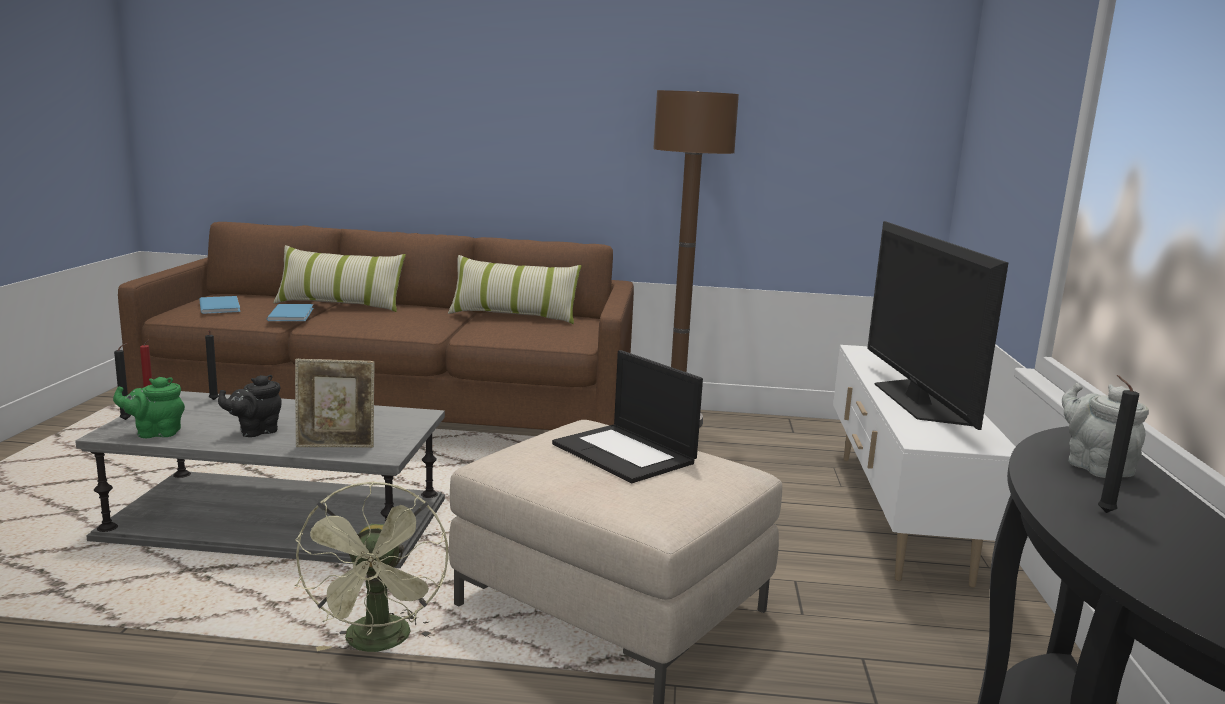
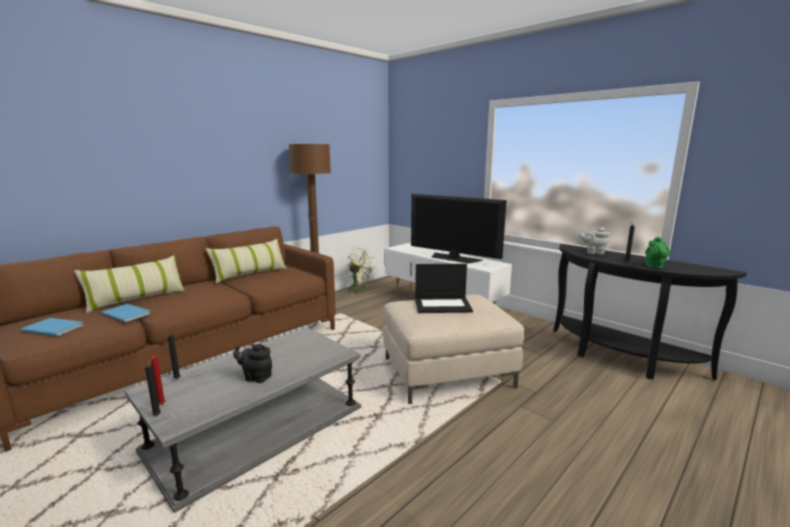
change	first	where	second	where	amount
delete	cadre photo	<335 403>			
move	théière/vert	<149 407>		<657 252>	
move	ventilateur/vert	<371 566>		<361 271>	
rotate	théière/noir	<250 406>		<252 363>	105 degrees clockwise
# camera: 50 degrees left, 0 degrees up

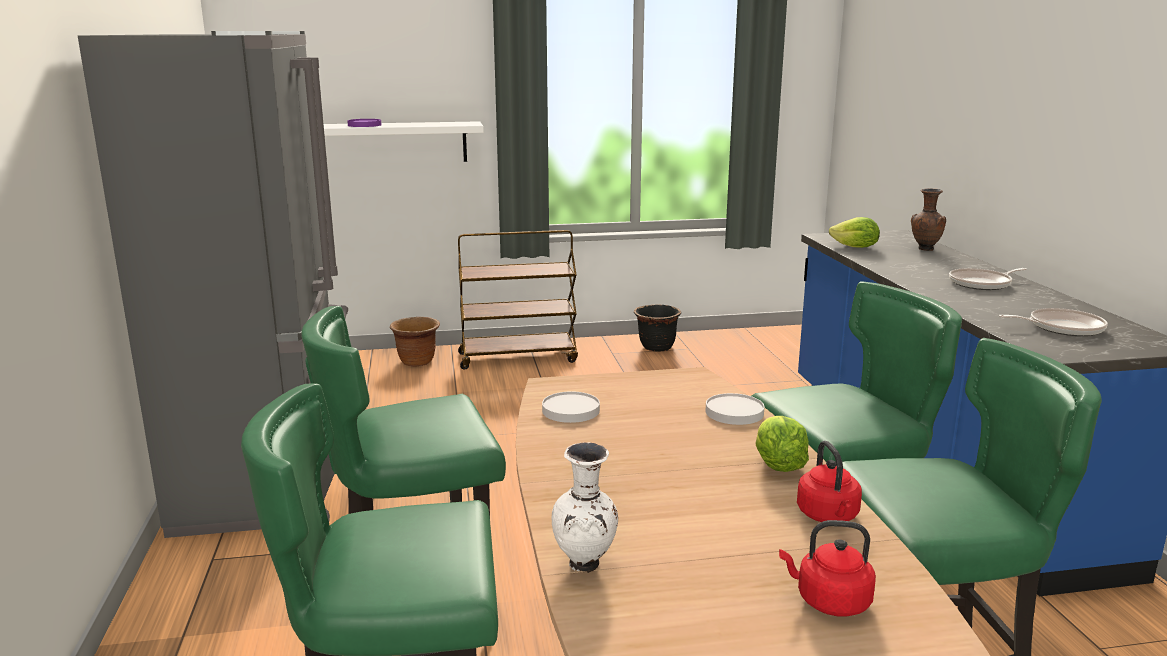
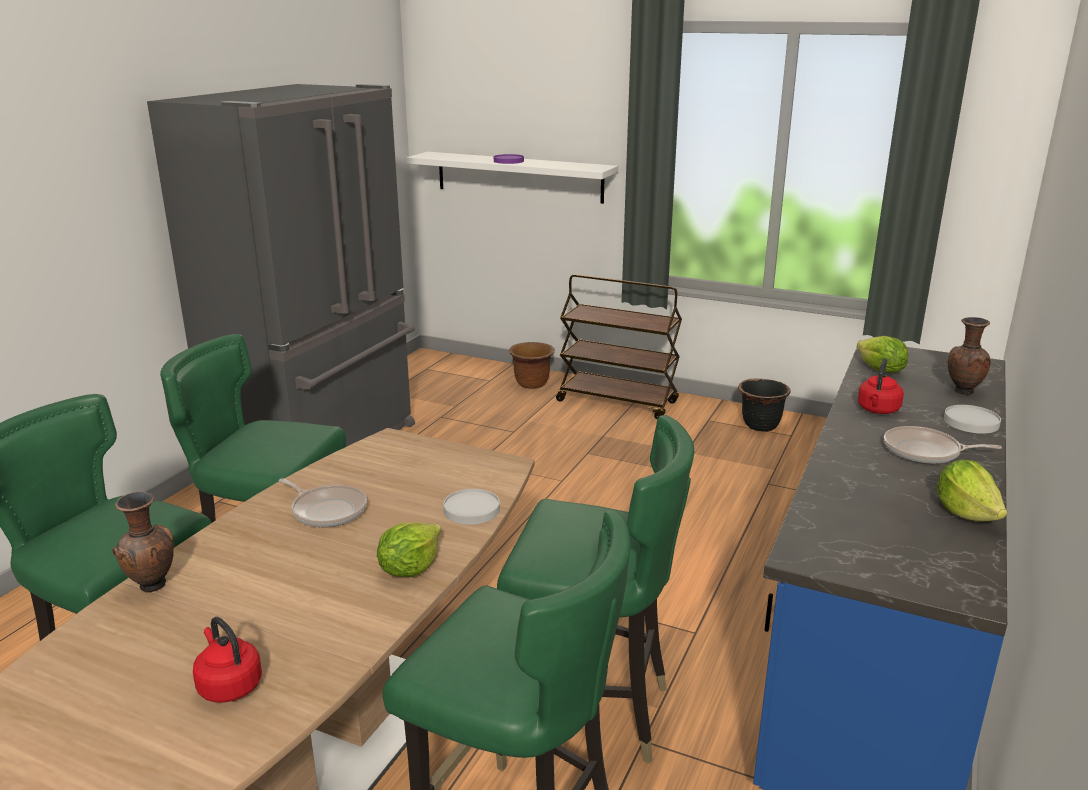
change	first	where	second	where	amount
insert			laitue	<972 490>	
move	assiette/blanc	<571 407>		<972 419>	
move	bouilloire/rouge	<829 481>		<881 386>	
move	poêle	<1053 322>		<323 502>	
recolor	vase/blanc	<584 507>	vase/marron	<143 542>	
# camera: 35 degrees right, 5 degrees up

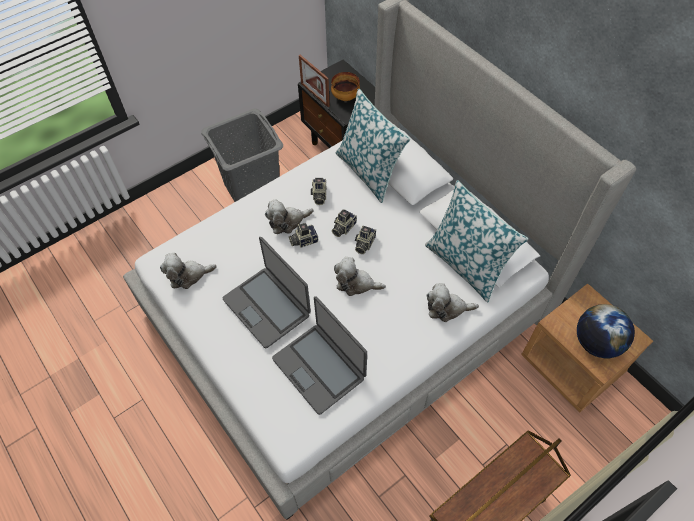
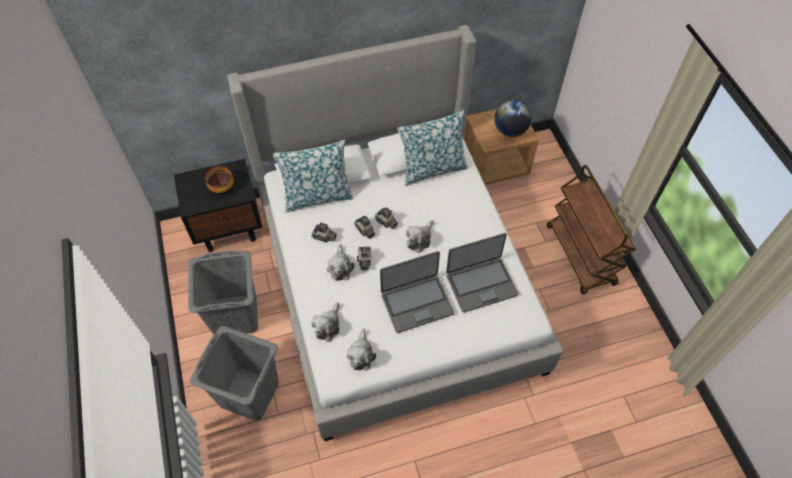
change	first	where	second	where	amount
delete	cadre photo	<314 81>			
insert			panier à linge/gris	<234 373>	
move	peluche	<452 302>		<325 322>	
# camera: 70 degrees left, 0 degrees up

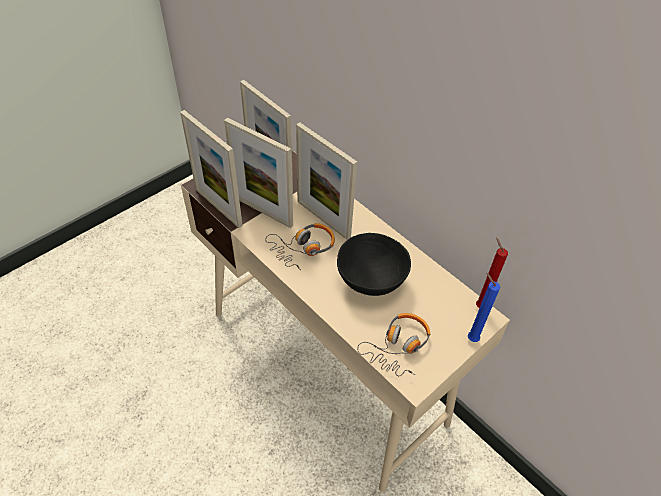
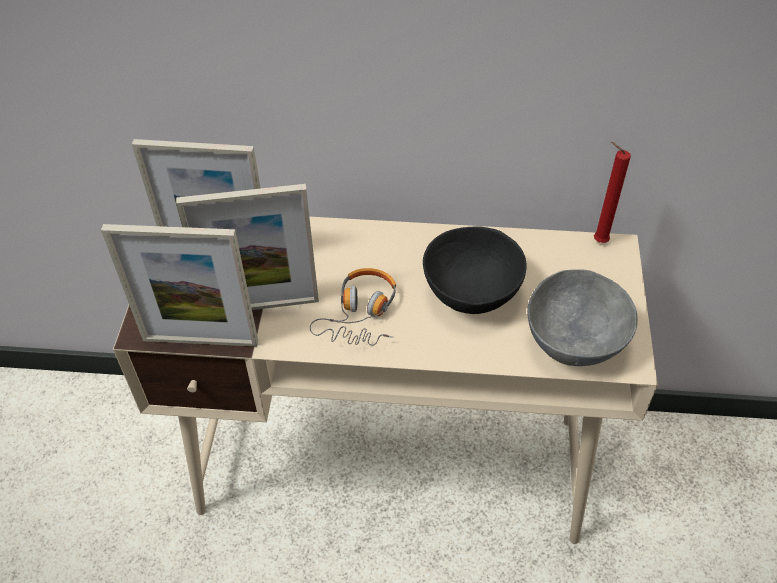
change	first	where	second	where	amount
delete	cadre photo	<326 181>			
delete	bougie/bleu	<484 307>			
replace	casque audio	<393 344>	bol/gris	<582 317>	
# camera: 40 degrees left, 0 degrees up

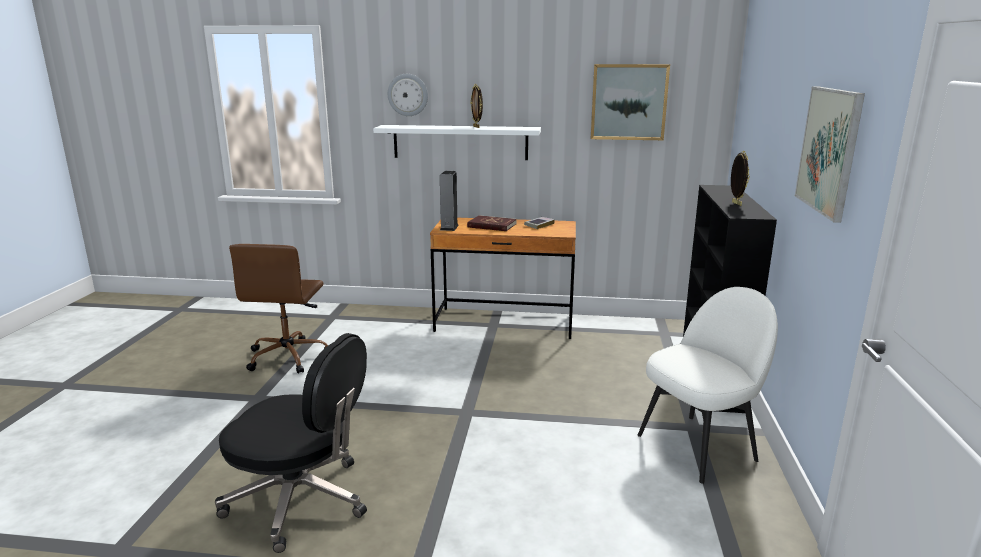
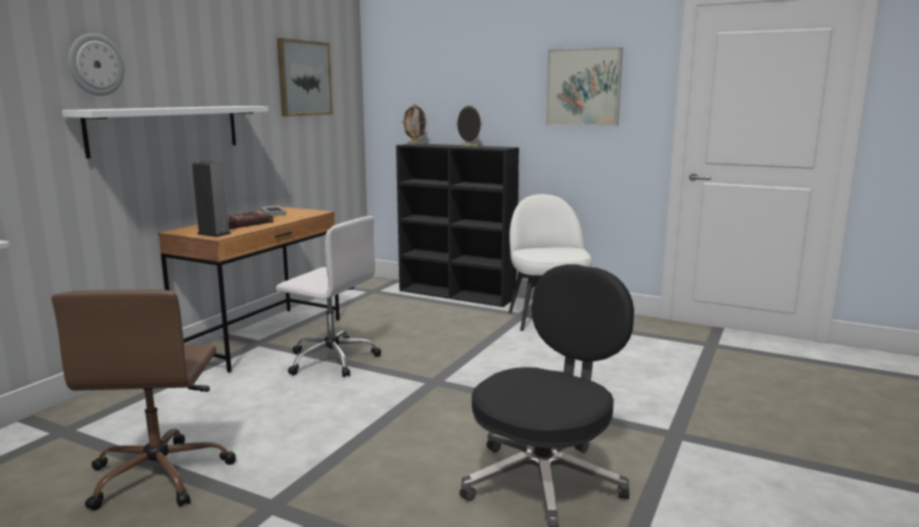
change	first	where	second	where	amount
insert			chaise de bureau/blanc	<328 296>	
move	cadre photo	<476 106>		<415 124>	
rotate	chaise de bureau/marron	<278 309>		<144 400>	60 degrees clockwise
# camera: 70 degrees left, 5 degrees down

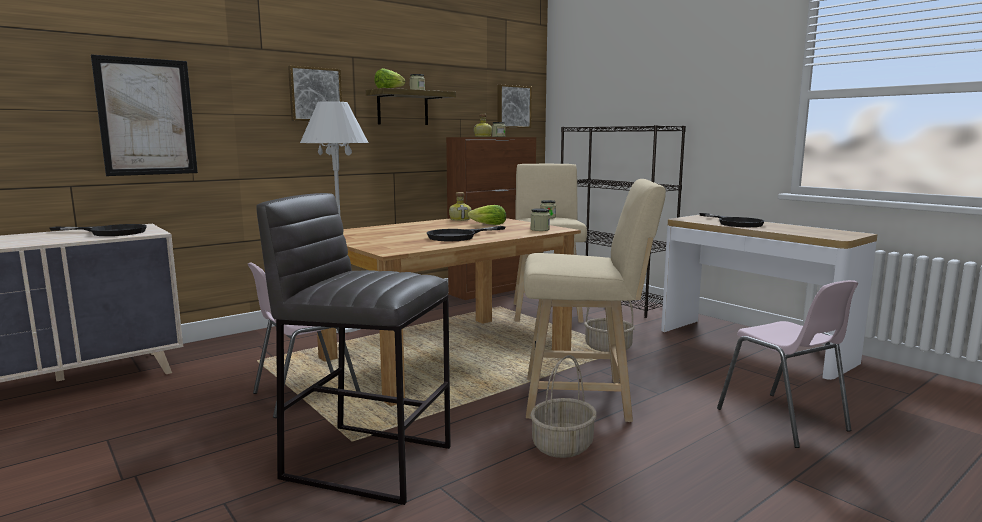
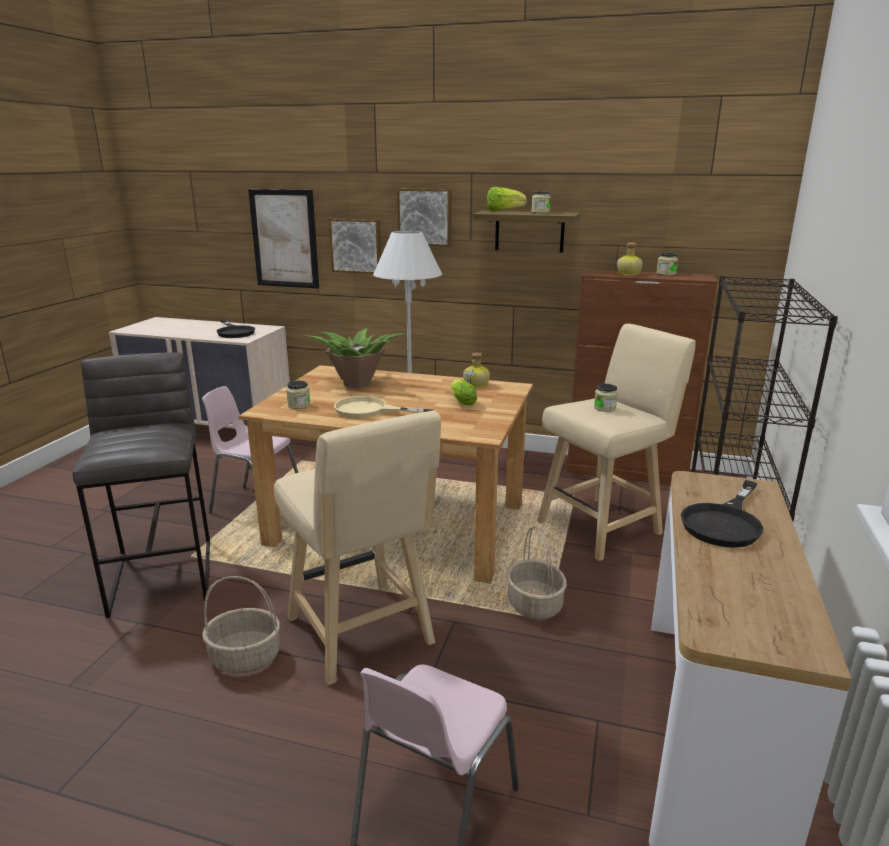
change	first	where	second	where	amount
insert			plante en pot	<354 358>	
move	tableau	<514 106>		<355 246>	
move	bocal	<540 219>		<298 395>	
recolor	poêle/noir	<466 233>	poêle/beige	<385 407>	
# camera: 55 degrees right, 10 degrees up

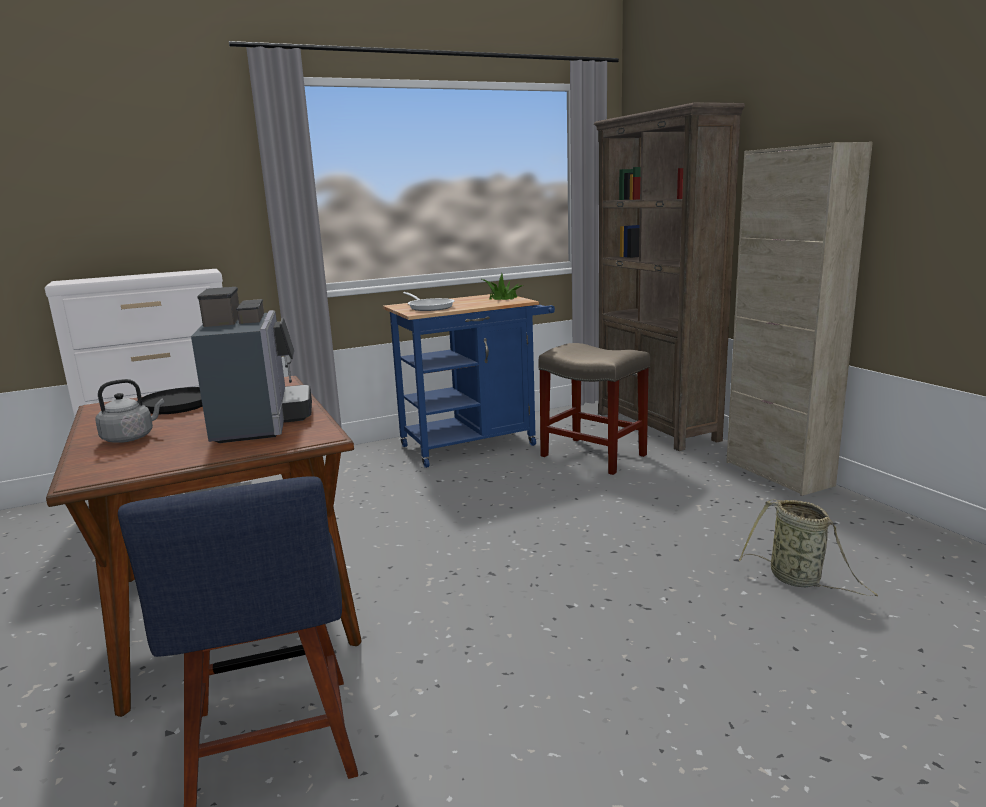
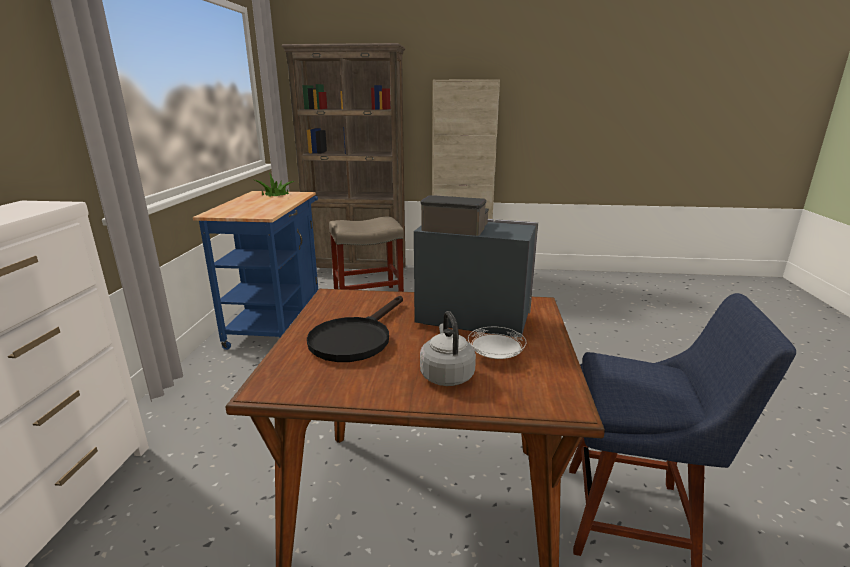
change	first	where	second	where	amount
delete	poêle	<428 301>			
delete	panier	<808 547>			
insert			assiette/blanc	<497 343>	
# camera: 60 degrees left, 5 degrees up

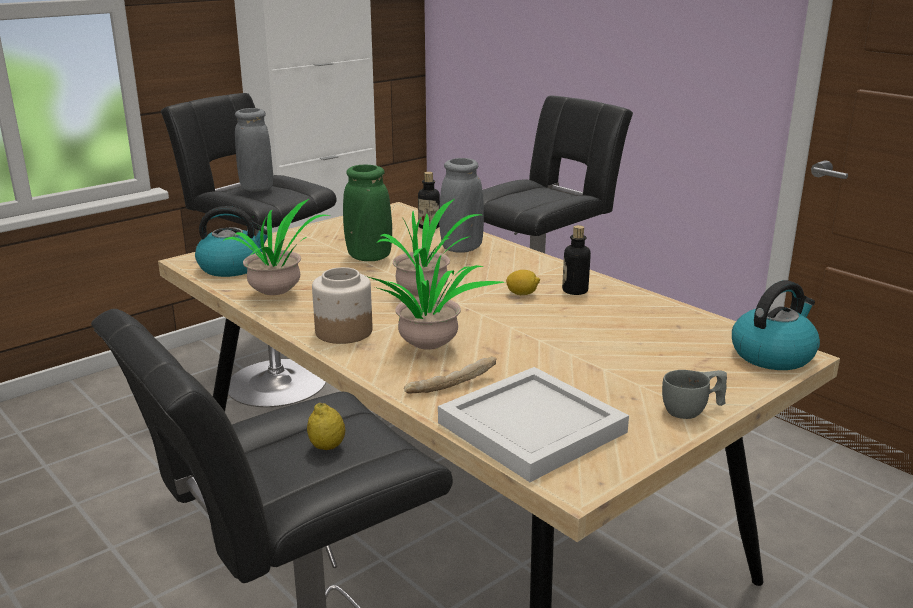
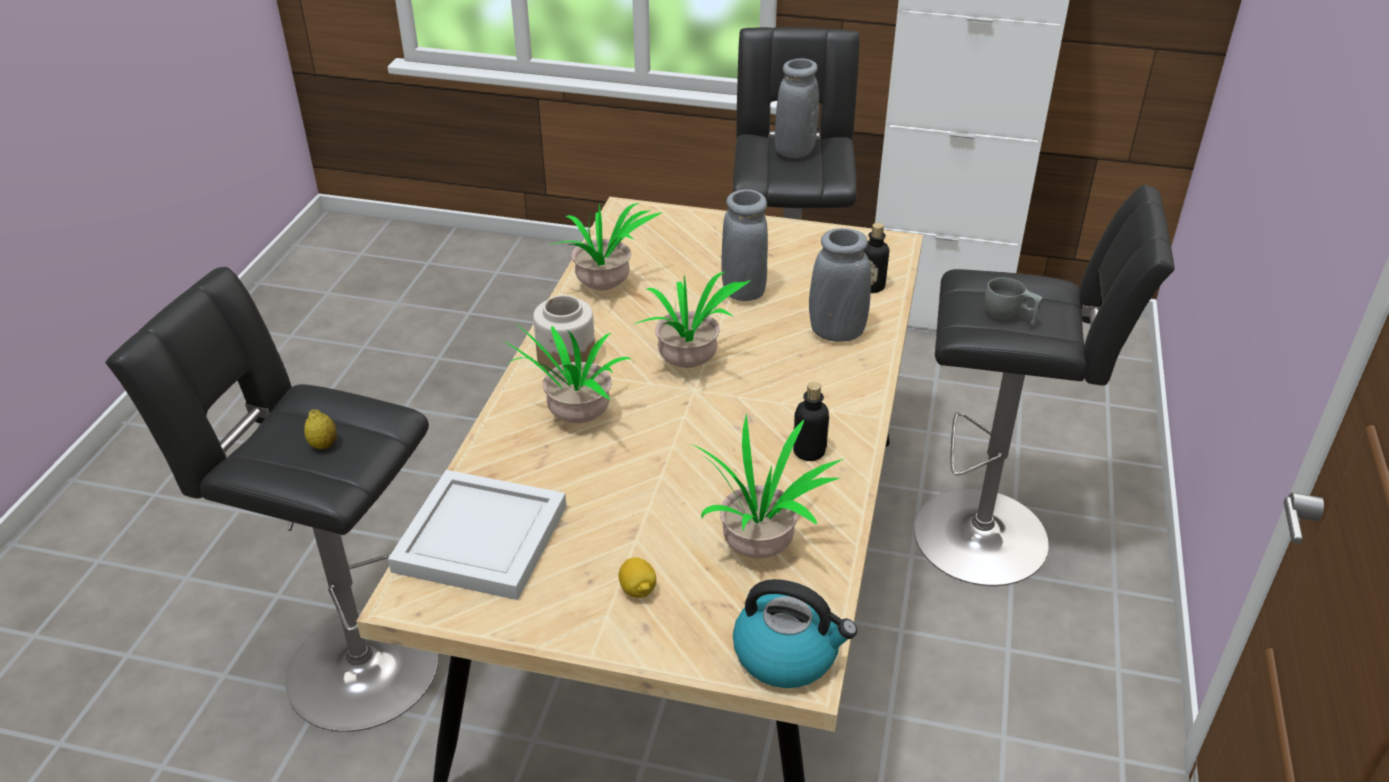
change	first	where	second	where	amount
delete	bouilloire	<231 241>			
delete	pain	<450 375>			
insert			plante en pot	<767 486>	
move	citron	<523 282>		<637 577>	
move	tasse/gris	<694 394>		<1013 301>	
recolor	vase/vert	<367 213>	vase/gris	<744 245>	
# camera: 55 degrees right, 15 degrees up

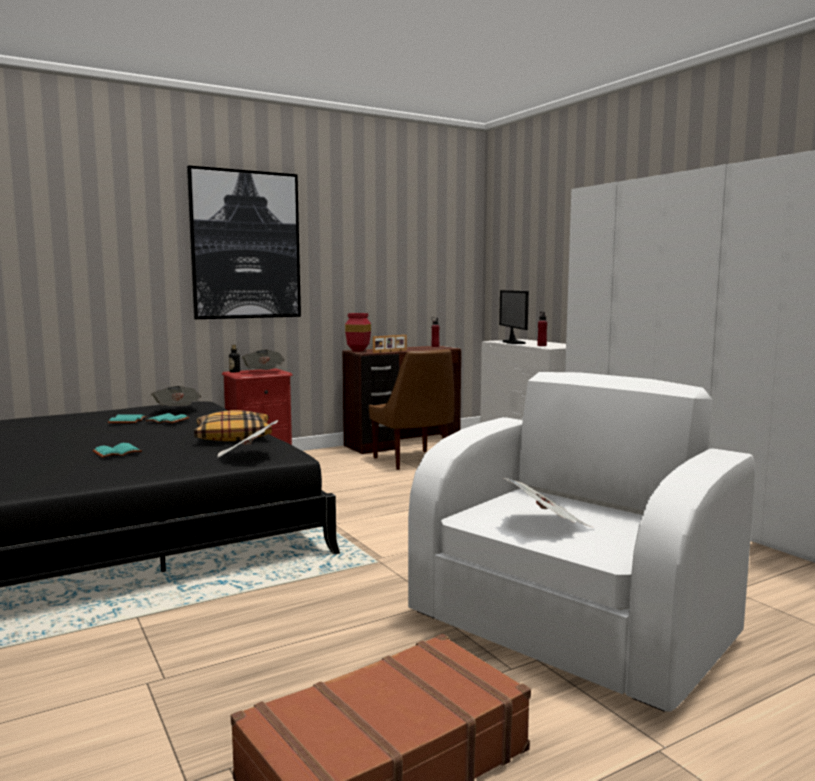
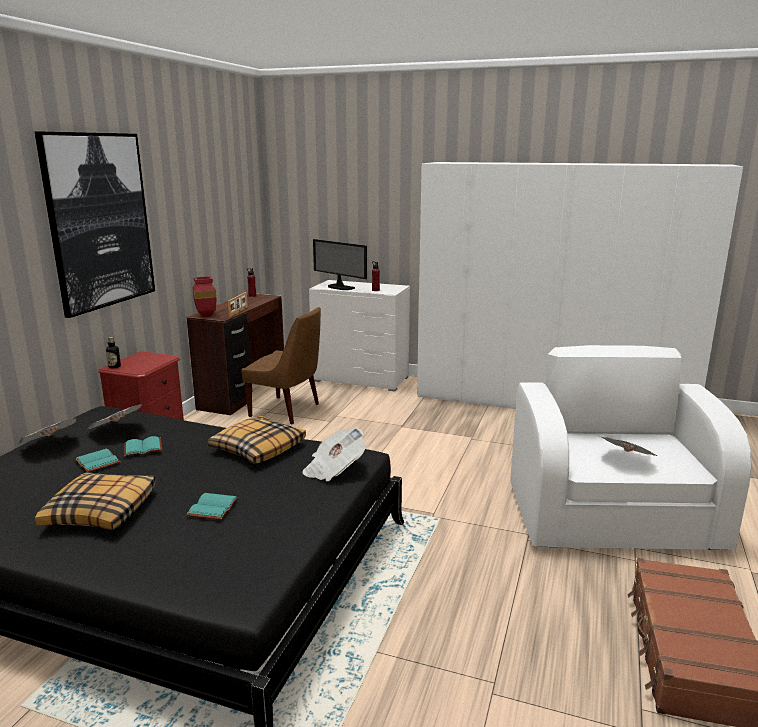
change	first	where	second	where	amount
insert			coussin	<95 501>	
move	journal	<263 360>		<47 431>	
# camera: 40 degrees left, 10 degrees up

